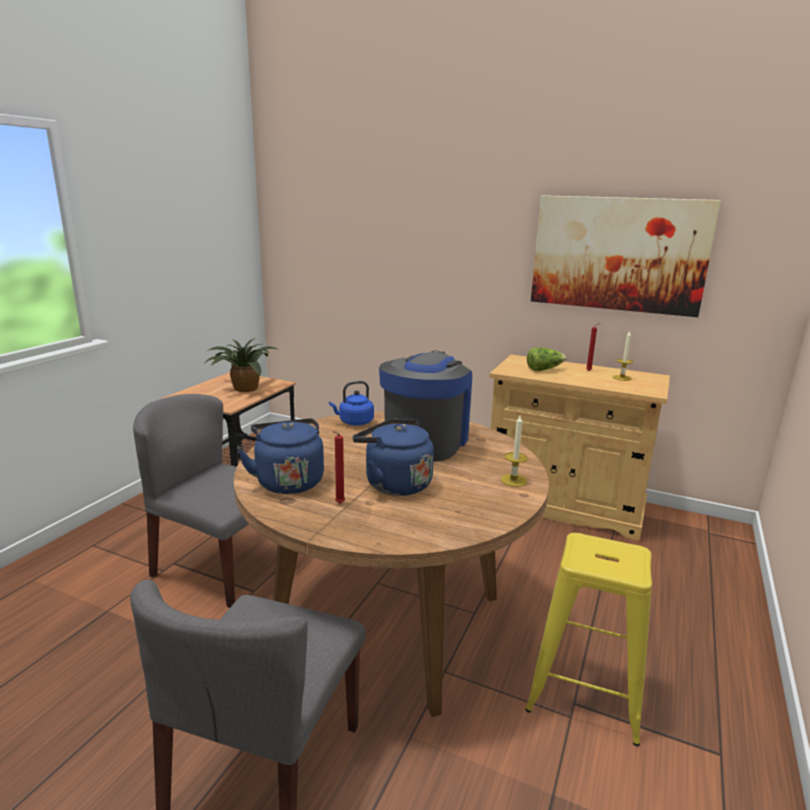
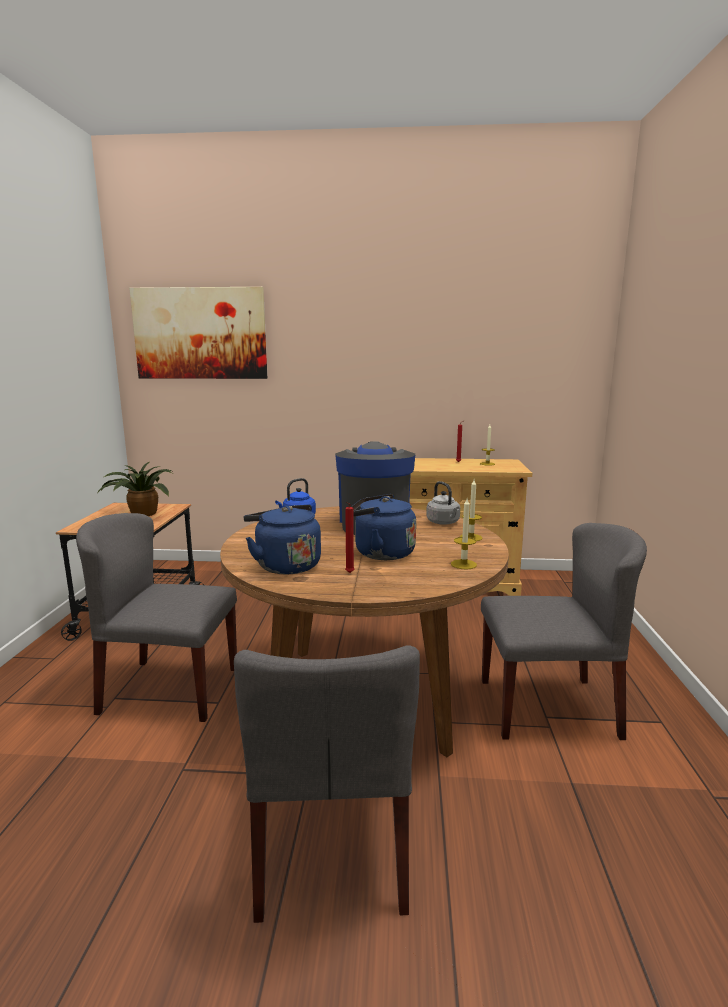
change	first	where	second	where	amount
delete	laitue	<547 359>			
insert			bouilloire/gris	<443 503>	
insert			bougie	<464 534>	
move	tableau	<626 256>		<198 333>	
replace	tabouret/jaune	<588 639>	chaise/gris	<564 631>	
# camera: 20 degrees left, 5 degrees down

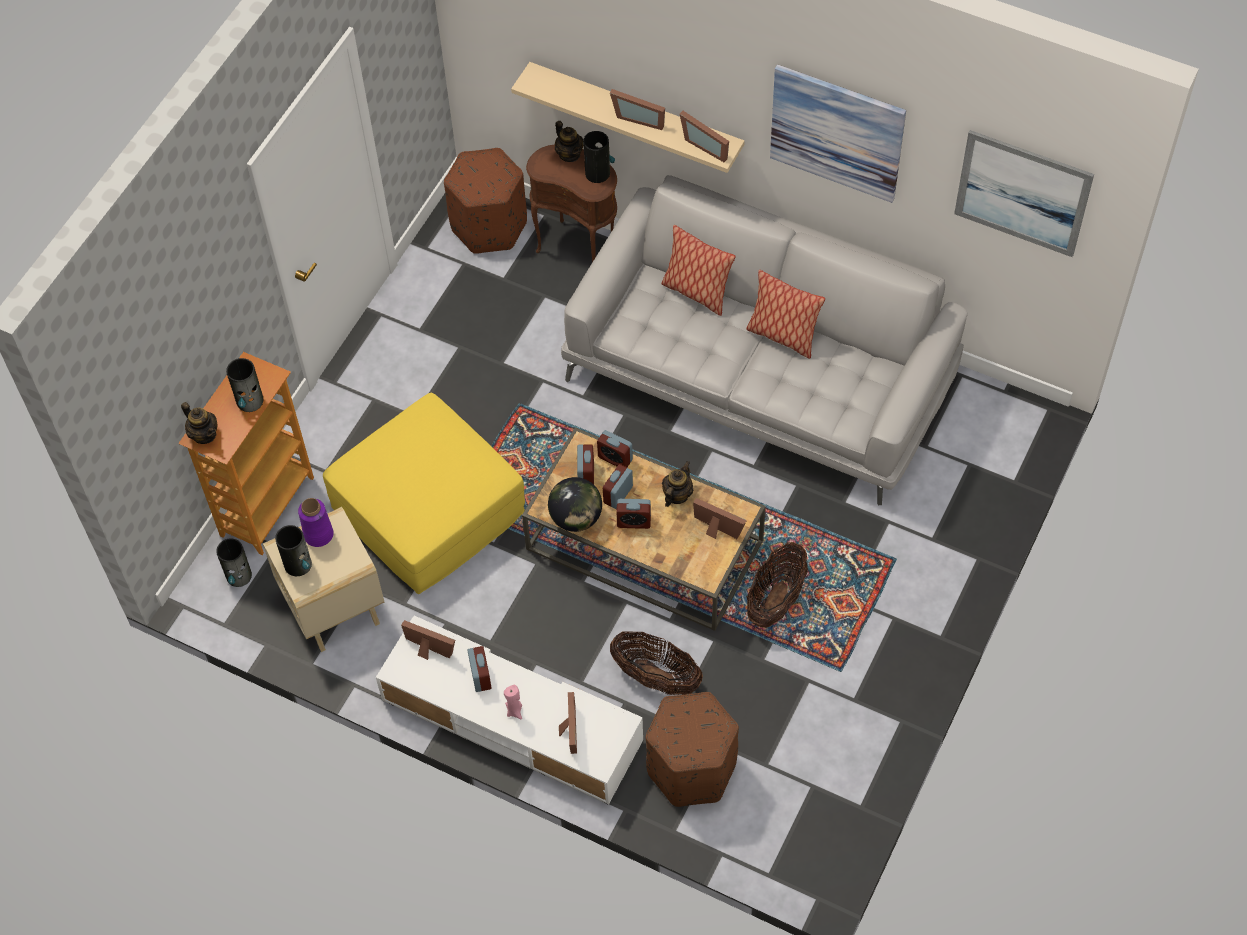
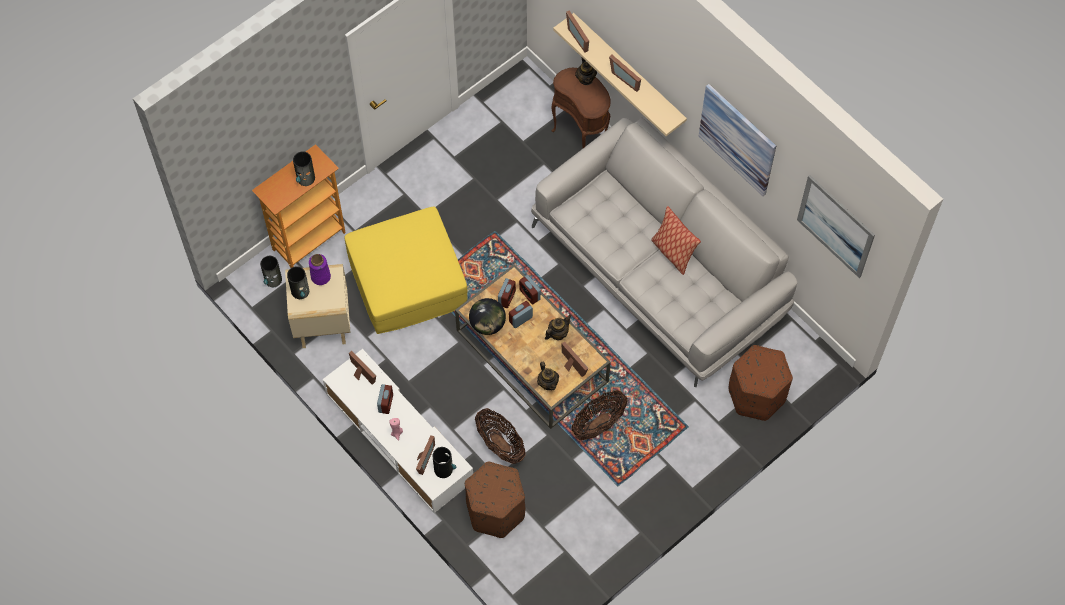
change	first	where	second	where	amount
delete	réveil	<633 514>			
delete	coussin	<698 270>			
move	théière	<199 423>		<548 375>	
move	pouf/marron	<485 201>		<761 383>	
move	vase	<599 157>		<444 462>	
move	cadre photo	<704 136>		<577 31>	
# camera: 20 degrees right, 5 degrees up

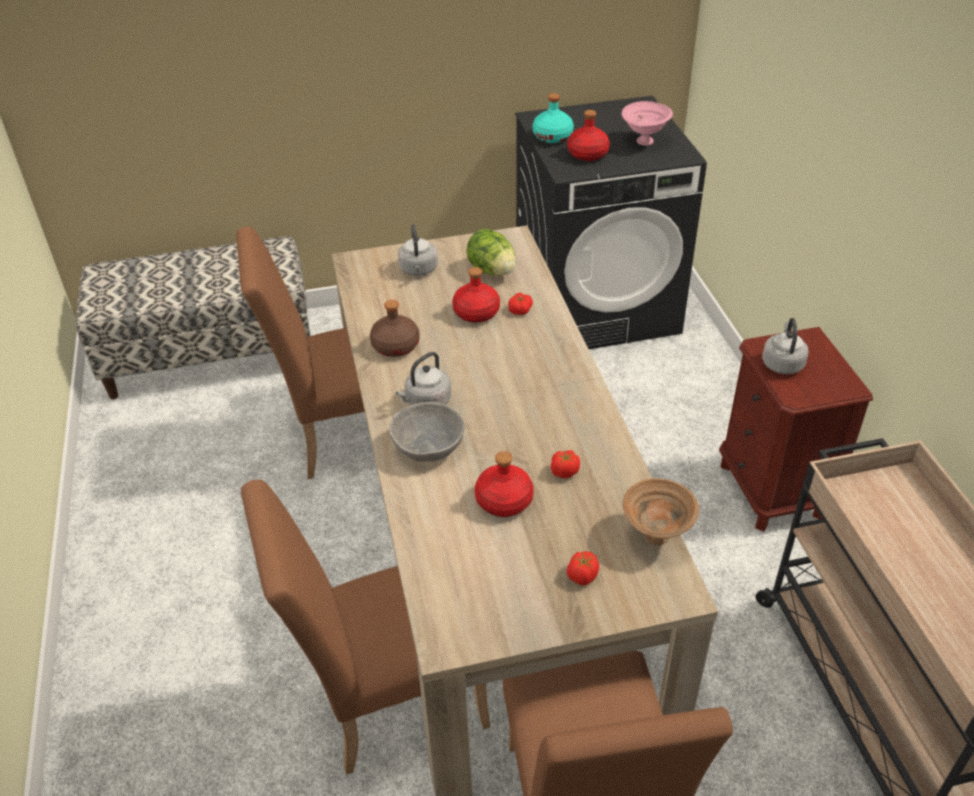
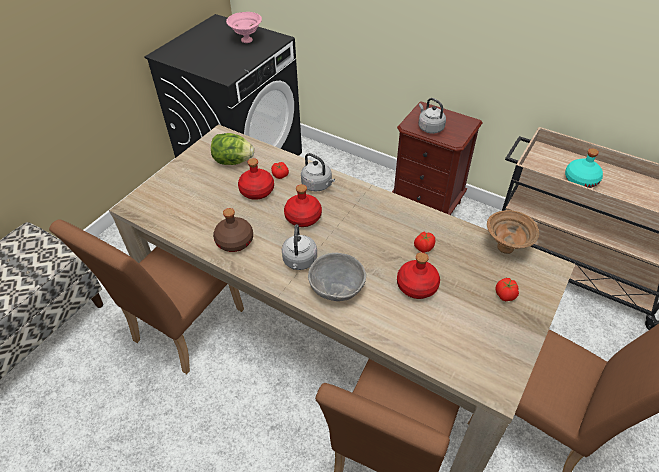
change	first	where	second	where	amount
move	bouilloire/gris	<418 250>		<318 172>	
move	bouteille/turquoise	<553 118>		<584 168>	
move	bouteille/rouge	<588 135>		<303 205>	
# camera: 45 degrees left, 5 degrees up

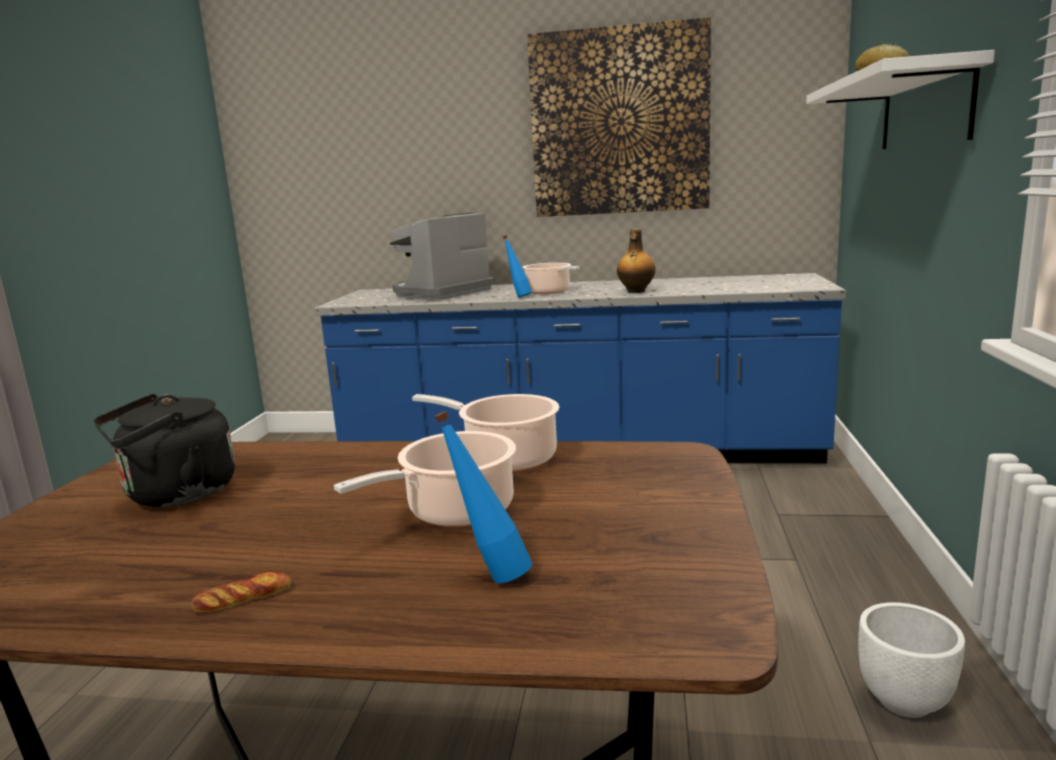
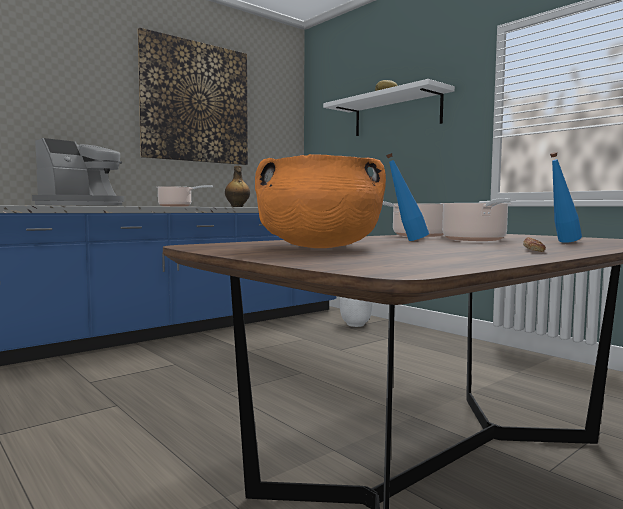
change	first	where	second	where	amount
move	bouteille/bleu	<517 266>		<407 197>	
move	cache-pot/blanc	<911 660>		<356 312>	
replace	bouilloire/noir	<164 450>	marmite/orange	<320 201>	
rotate	machine à café	<441 257>		<78 172>	135 degrees counterclockwise
# camera: 50 degrees left, 10 degrees down

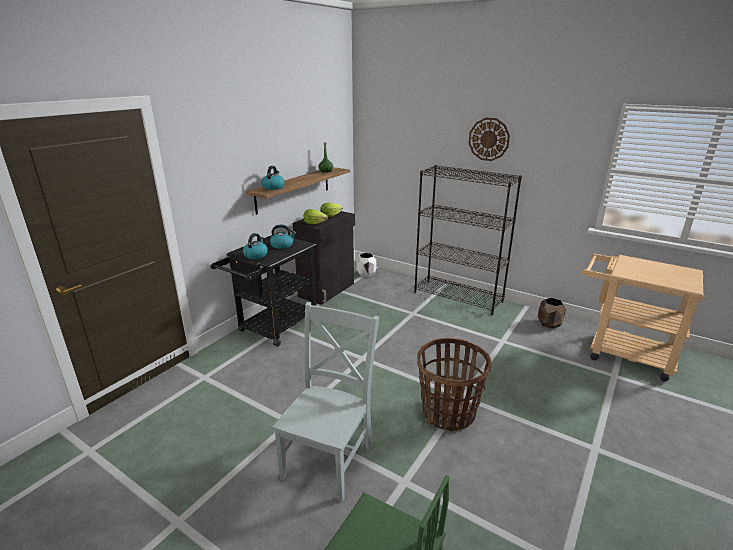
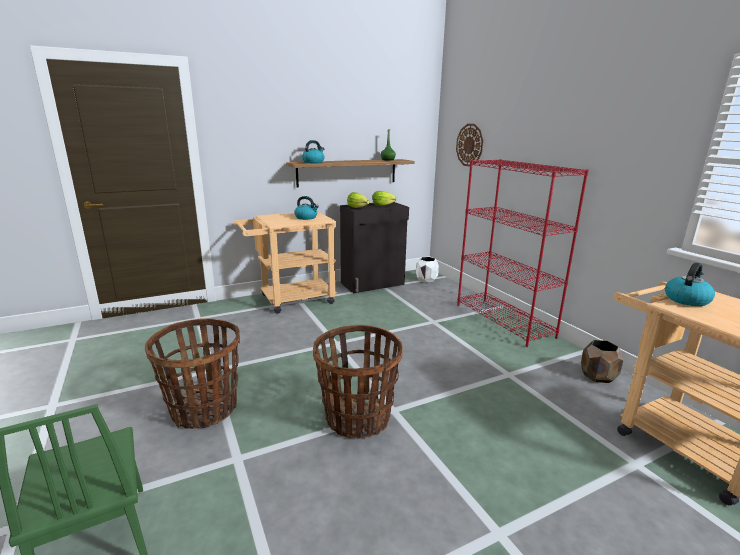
change	first	where	second	where	amount
move	bouilloire	<255 246>		<690 284>	
move	horloge murale	<489 139>		<469 145>	
replace	chaise/gris	<326 402>	panier	<192 373>	
recolor	chariot/noir	<263 291>	chariot/beige	<285 262>	
recolor	bibliothèque/noir	<468 240>	bibliothèque/rouge	<523 253>	
# camera: 30 degrees right, 5 degrees down

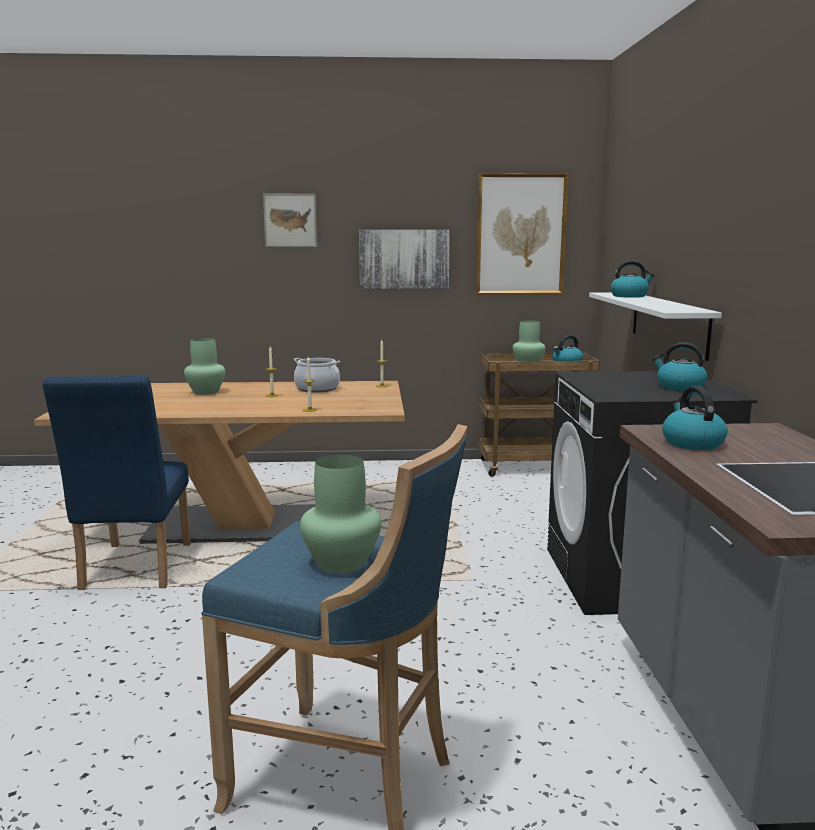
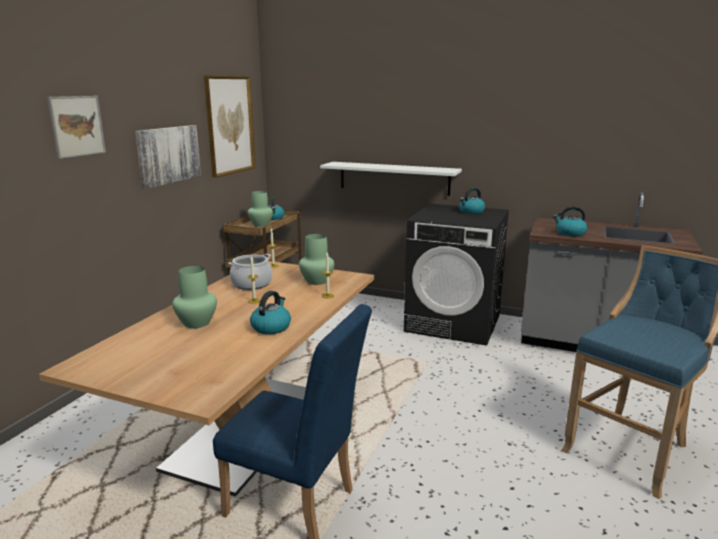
change	first	where	second	where	amount
move	vase/vert	<340 514>		<316 259>	
move	bouilloire	<632 279>		<270 312>	
# camera: 65 degrees left, 5 degrees up

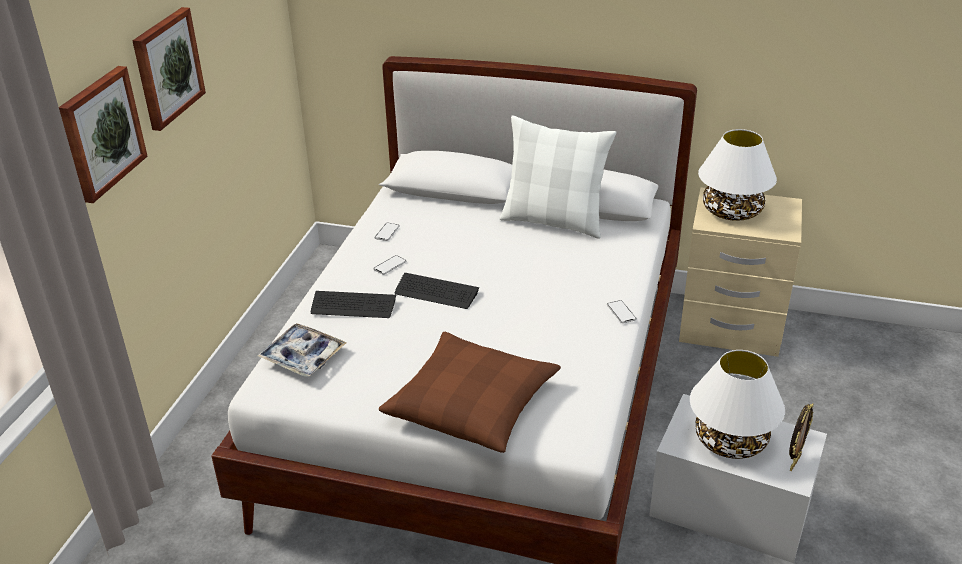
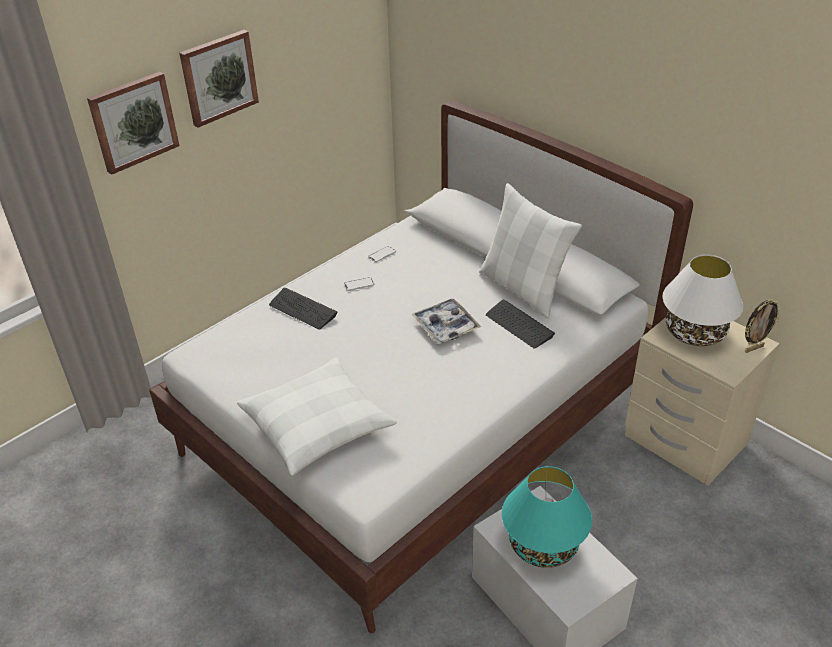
change	first	where	second	where	amount
delete	téléphone	<622 311>			
move	plateau	<302 350>		<446 321>	
move	clavier	<437 291>		<520 324>	
move	cadre photo	<801 437>		<762 326>	
recolor	coussin/marron	<470 392>	coussin/blanc	<317 416>	
recolor	lampe de table/blanc	<737 404>	lampe de table/turquoise	<547 517>	
# camera: 30 degrees right, 5 degrees up

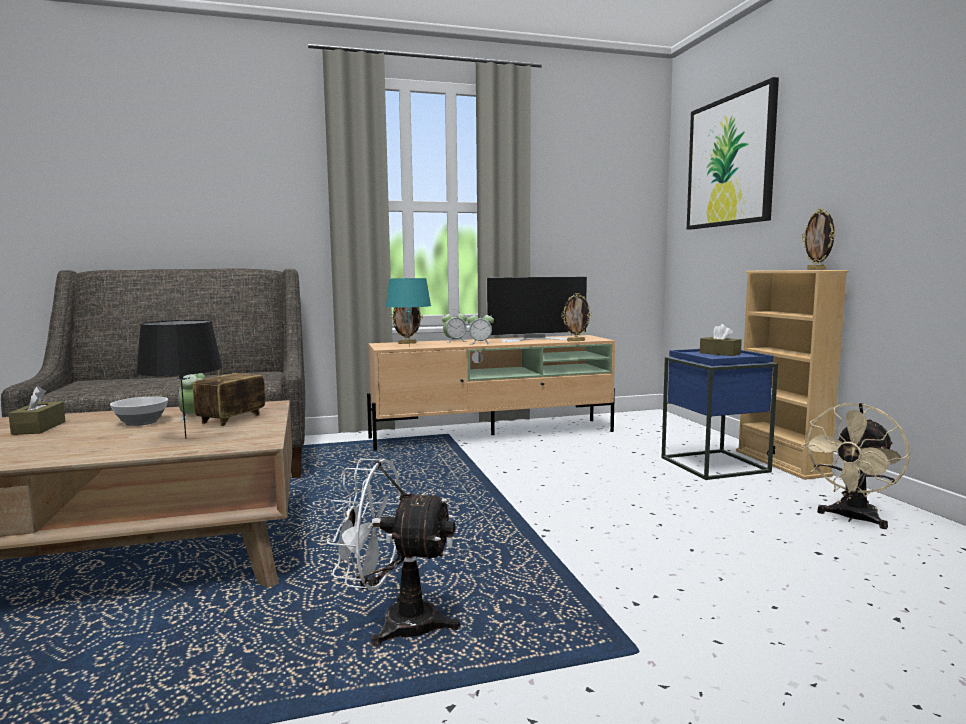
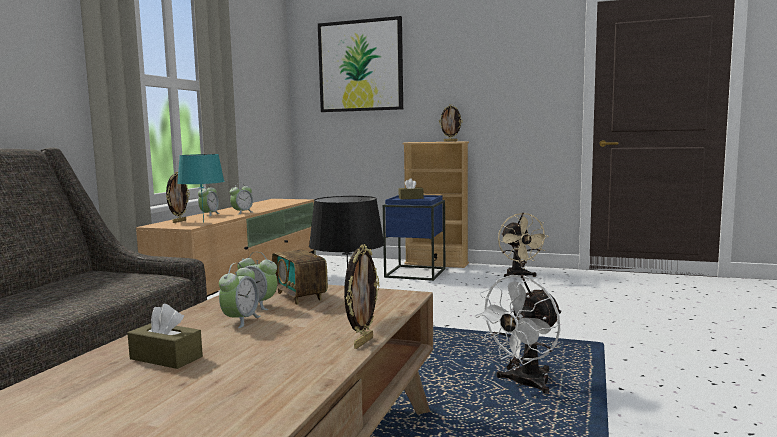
change	first	where	second	where	amount
delete	téléviseur	<536 309>			
move	cadre photo	<576 317>		<362 296>	
replace	bol	<139 411>	réveil	<240 295>	
# camera: 55 degrees left, 0 degrees up

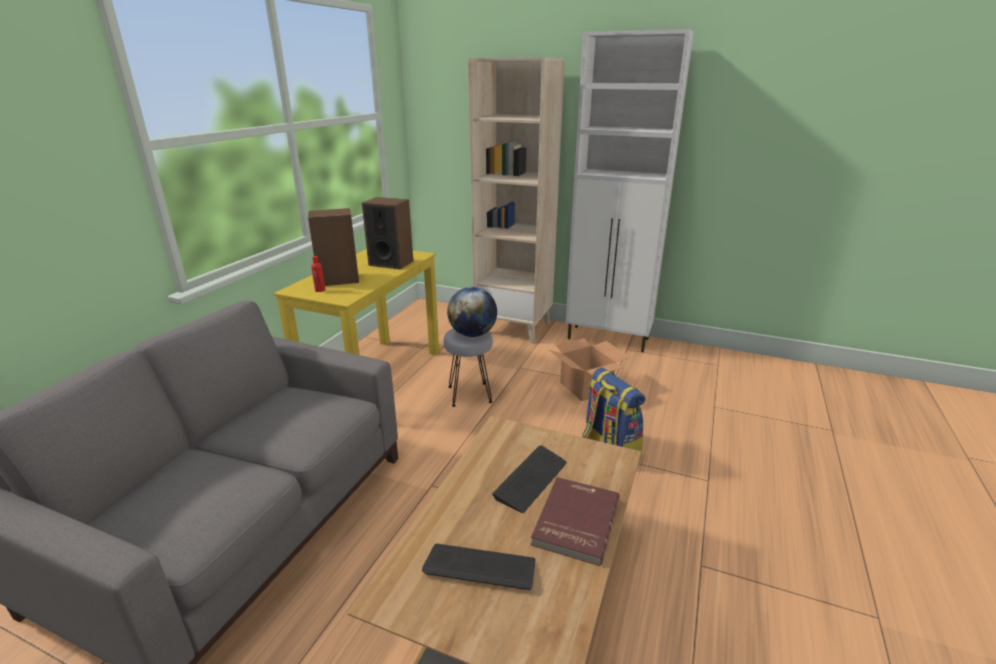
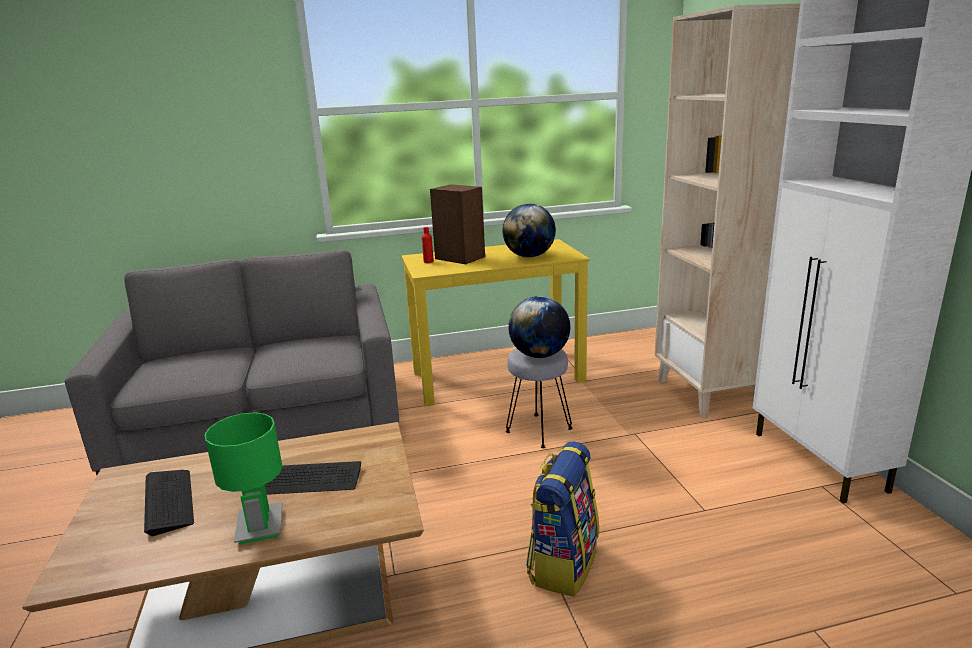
change	first	where	second	where	amount
delete	carton	<589 369>			
replace	enceinte	<387 233>	globe	<529 231>	
replace	livre/rouge	<575 521>	lampe de table/vert	<243 478>	
# camera: 55 degrees right, 5 degrees down

